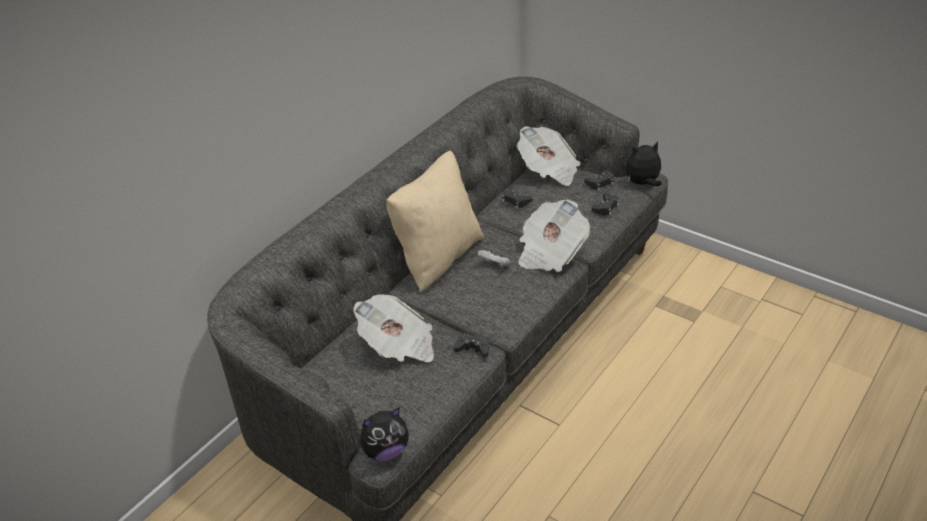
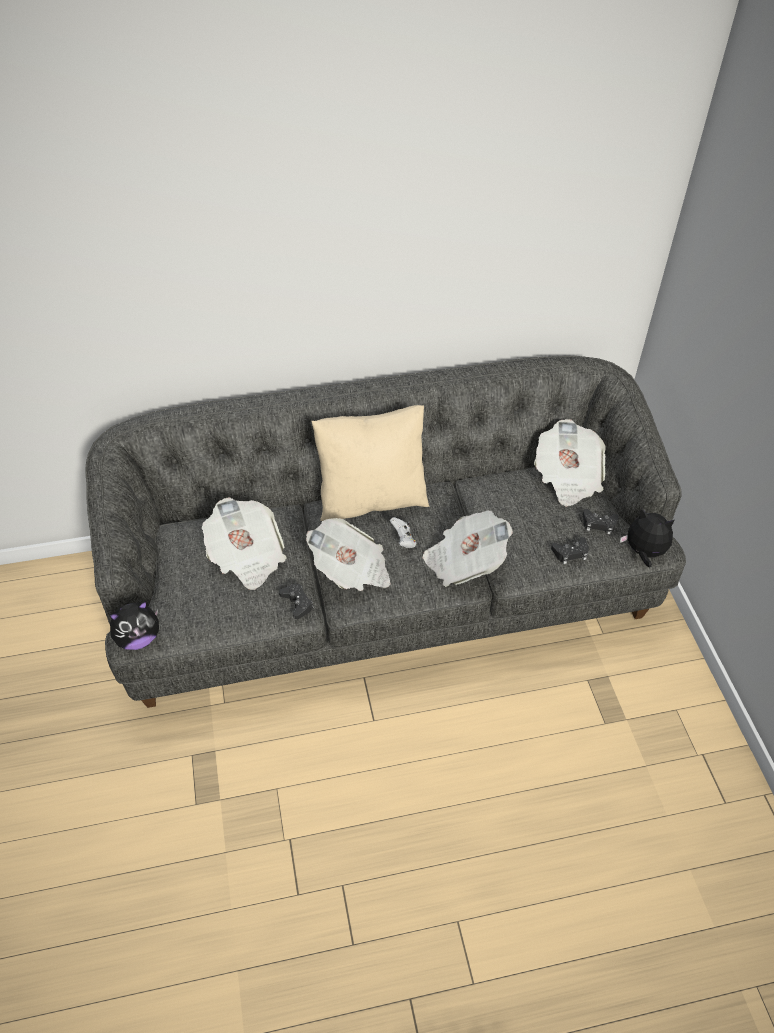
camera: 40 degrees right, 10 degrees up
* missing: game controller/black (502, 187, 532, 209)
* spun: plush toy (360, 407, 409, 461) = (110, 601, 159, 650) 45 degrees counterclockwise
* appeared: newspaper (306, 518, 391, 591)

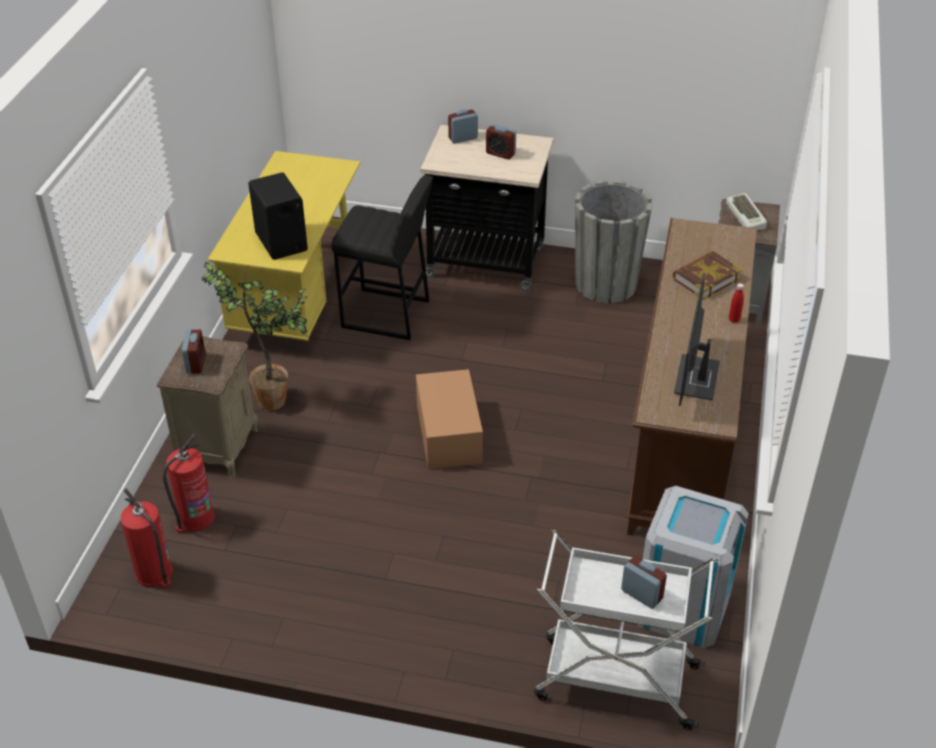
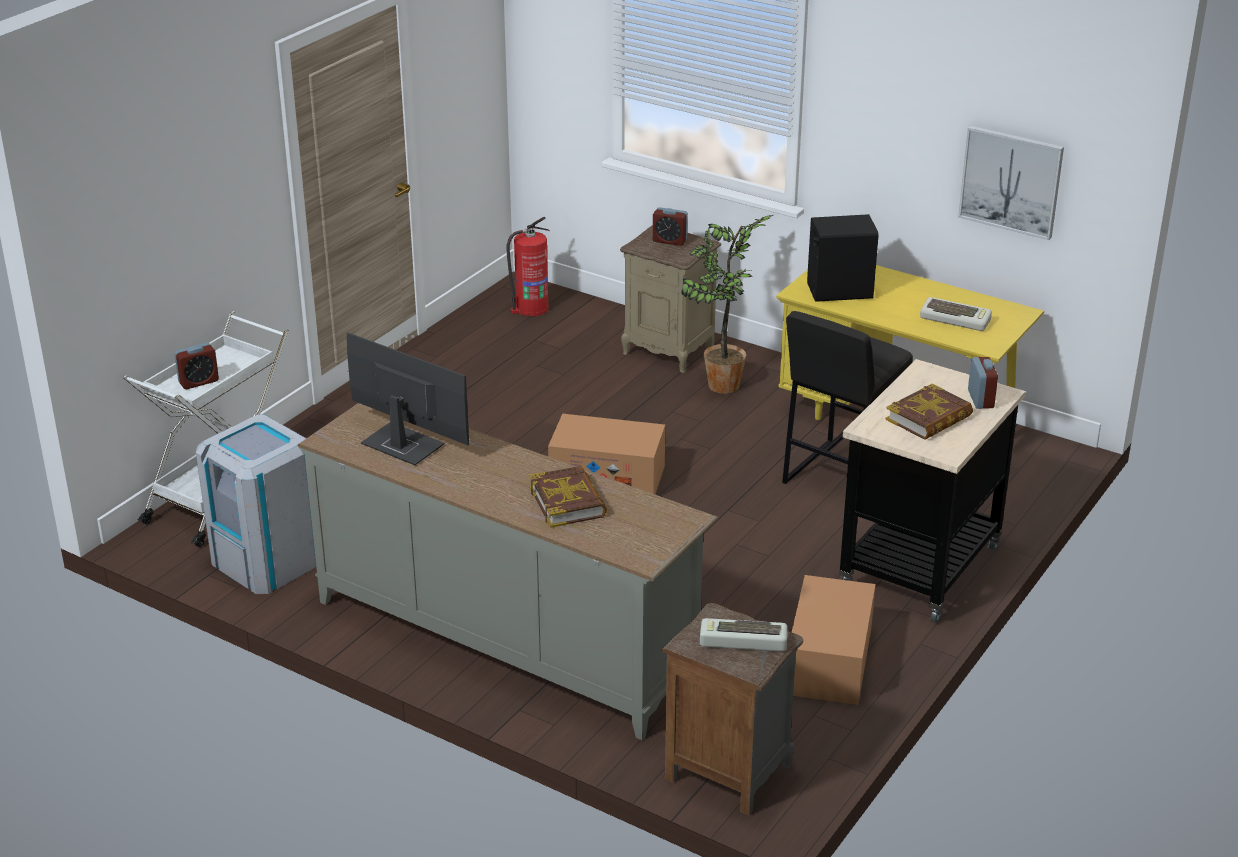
camera: 110 degrees right, 10 degrees down
* exchanged: alarm clock (486, 124, 516, 160) to book (885, 384, 973, 440)
* exchanged: planter/grey (575, 180, 653, 303) to cardboard box (792, 575, 875, 705)
* colour: cabinet/brown (626, 218, 757, 536) to cabinet/grey (297, 403, 718, 740)
* missing: bottle/red (729, 283, 744, 323)
* missing: fire extinguisher (163, 434, 215, 533)
* appeared: picture (958, 126, 1064, 240)
* appeared: keyboard (920, 297, 992, 331)

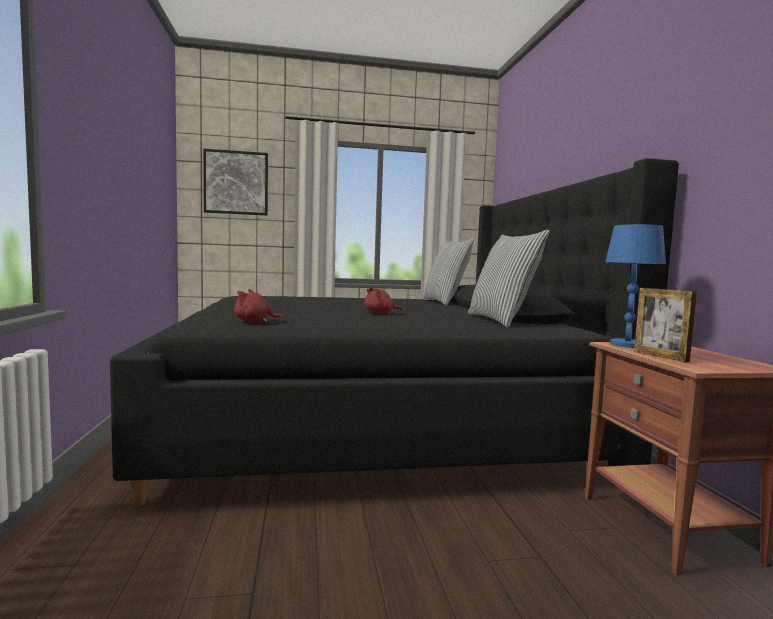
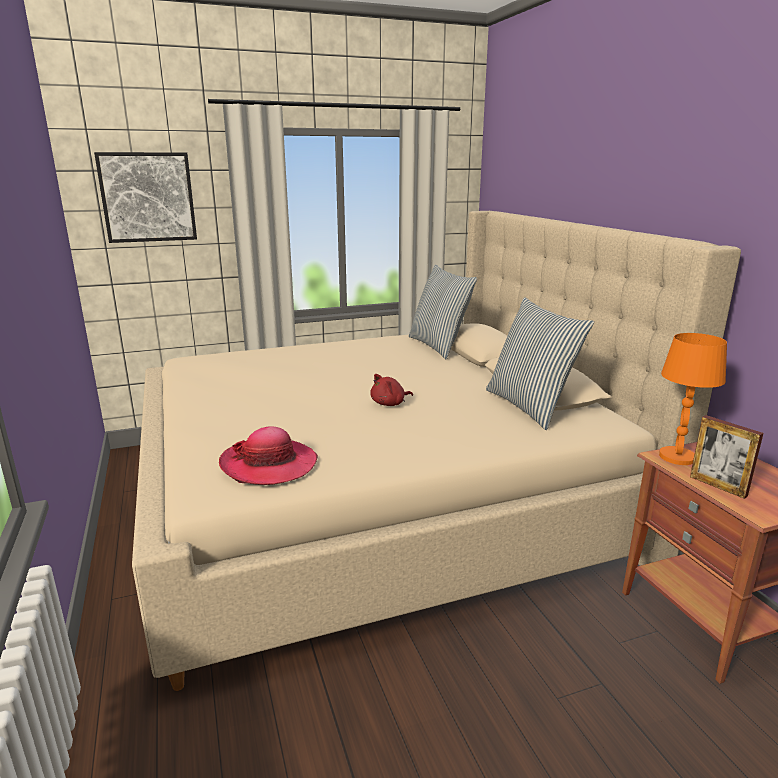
camera: 10 degrees left, 15 degrees up
* colour: bed/black (110, 158, 679, 507) to bed/beige (132, 211, 741, 691)
* colour: table lamp/blue (605, 224, 666, 348) to table lamp/orange (659, 333, 727, 465)
* exchanged: plush toy/red (234, 289, 284, 323) to hat (219, 426, 318, 485)

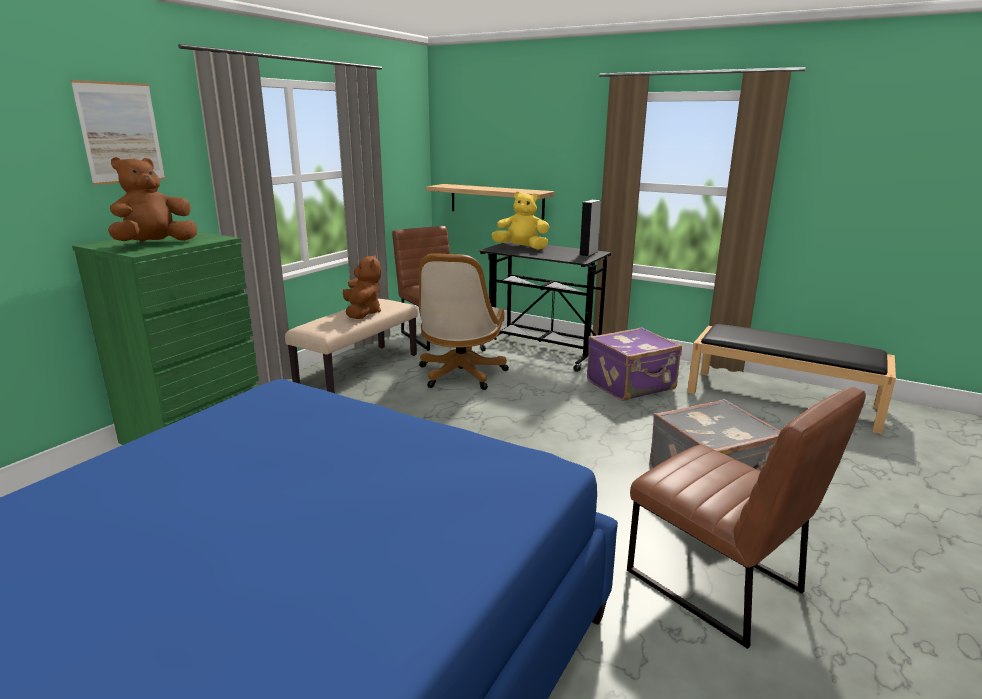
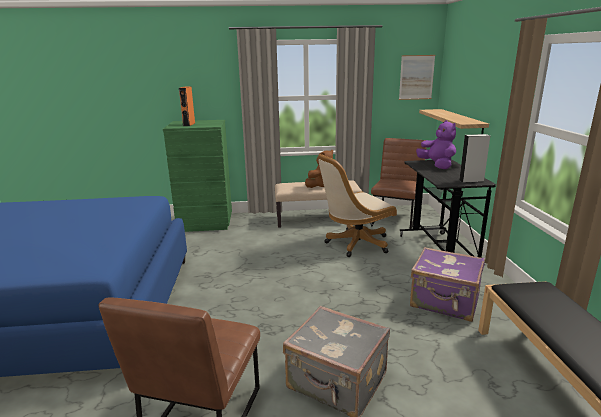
camera: 55 degrees right, 0 degrees up
* relocated: picture (71, 80, 165, 185) to (399, 55, 435, 100)
* exchanged: plush toy/brown (108, 157, 197, 242) to speaker/orange (179, 87, 195, 126)
* colour: plush toy/yellow (492, 191, 550, 250) to plush toy/purple (416, 120, 456, 169)

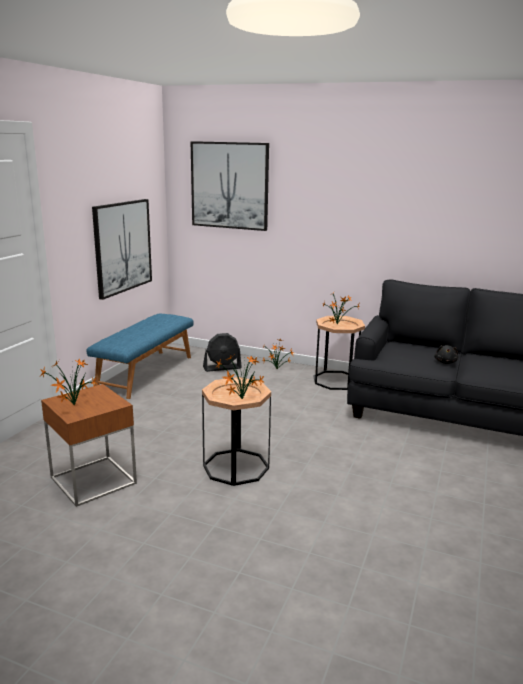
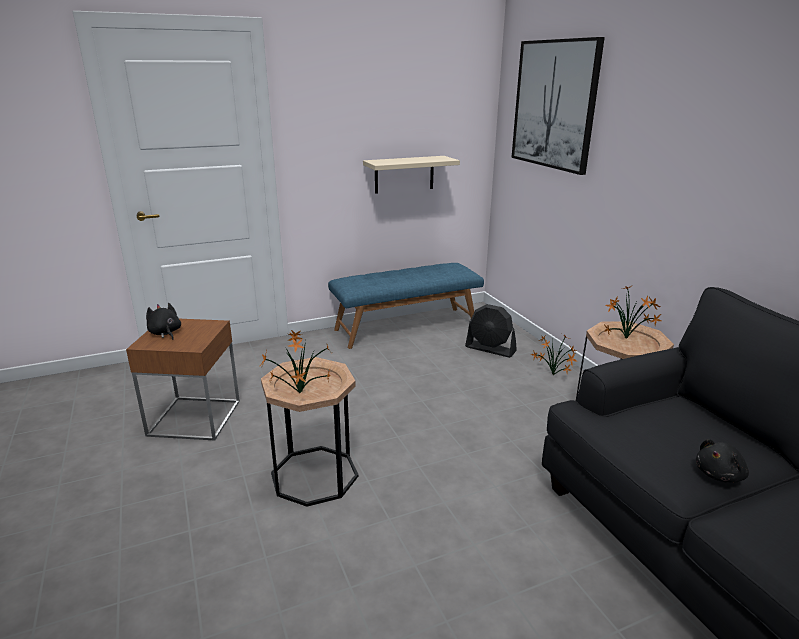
camera: 45 degrees right, 5 degrees up
* exchanged: picture (92, 199, 152, 300) to shelf/beige (363, 156, 460, 194)
* exchanged: potted plant (40, 358, 97, 405) to plush toy/black (146, 303, 181, 340)

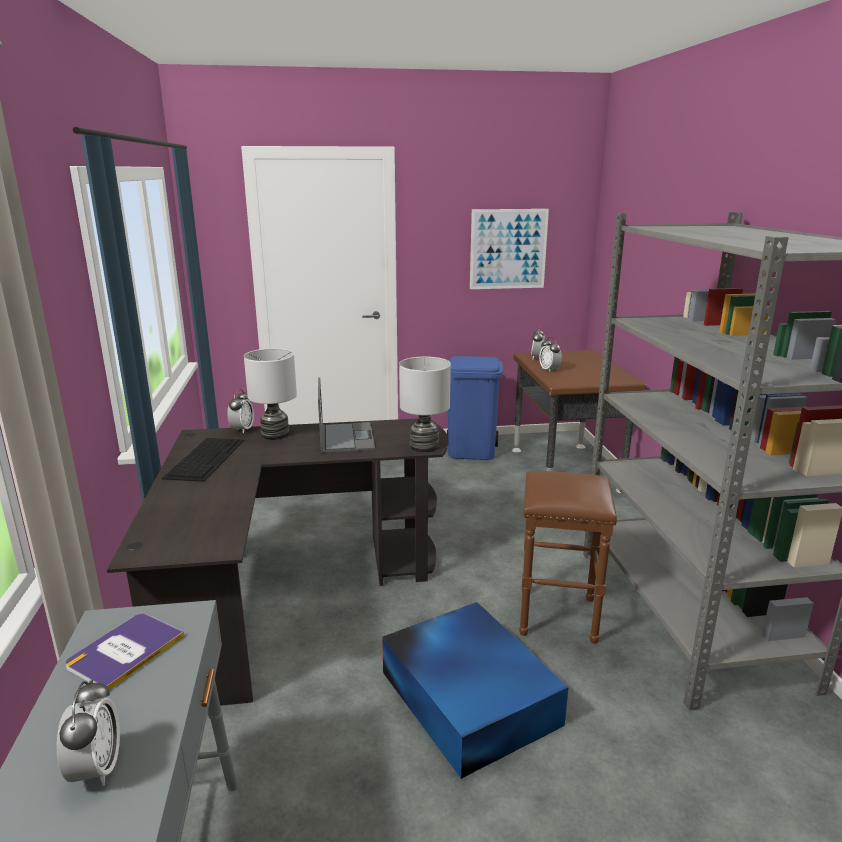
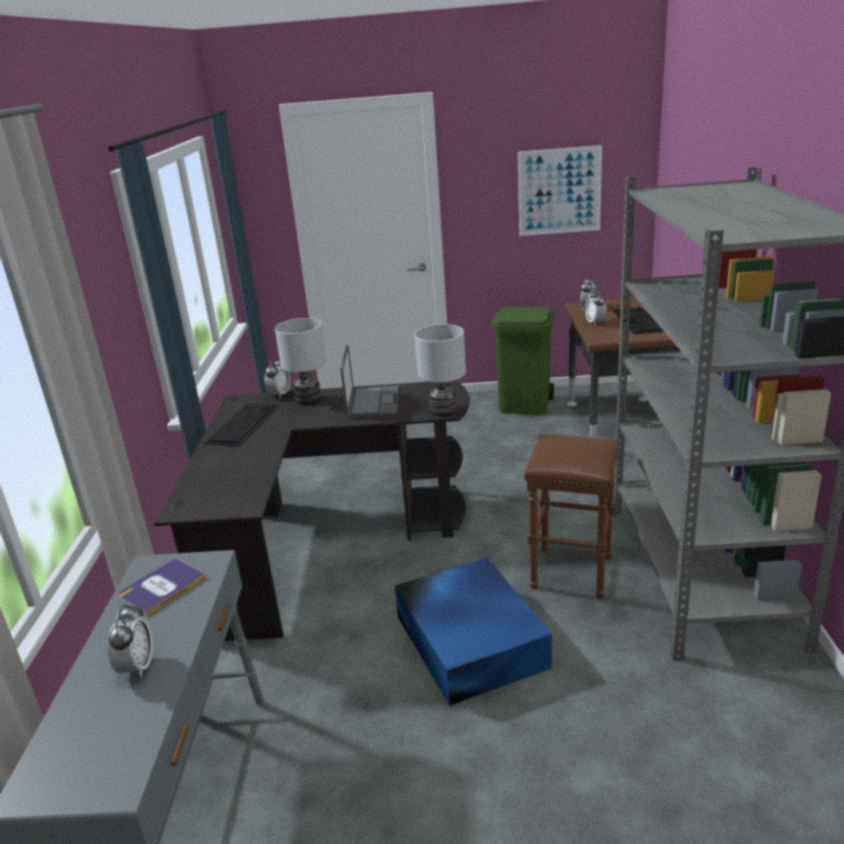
camera: 10 degrees right, 5 degrees up
* colour: trash can/blue (447, 356, 503, 460) to trash can/green (491, 307, 554, 415)
* appeared: keyboard (613, 307, 664, 335)

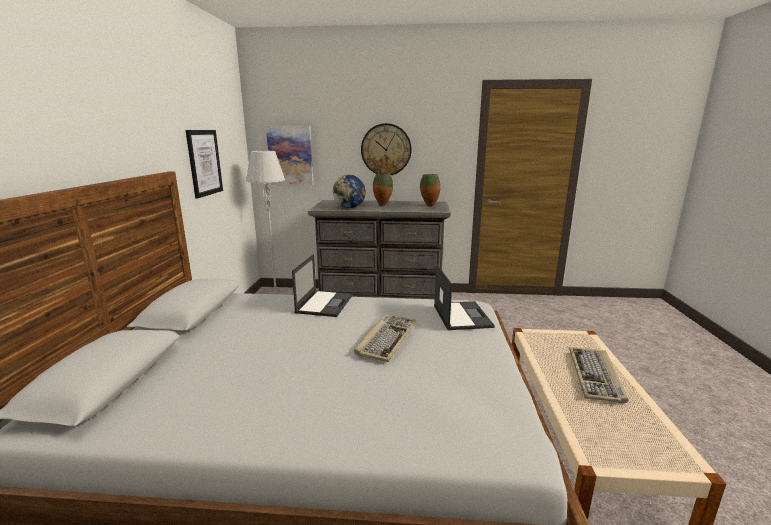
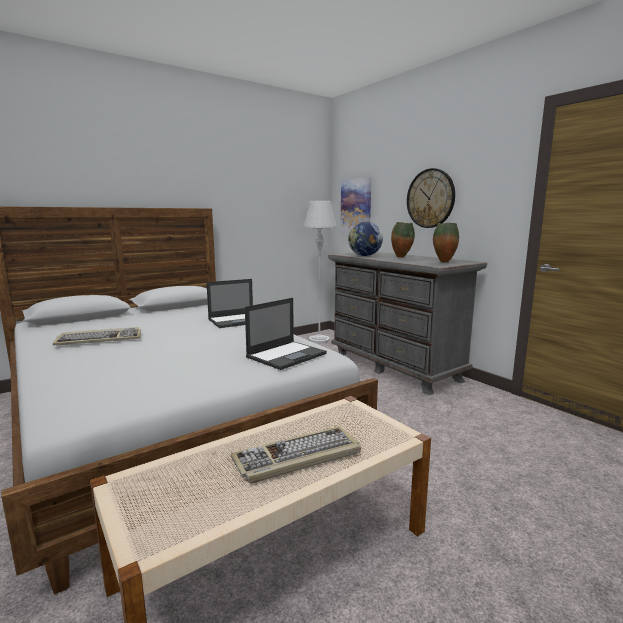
camera: 50 degrees right, 5 degrees down
* missing: picture (186, 130, 223, 199)
* relocated: keyboard (354, 314, 416, 362) to (53, 327, 141, 345)

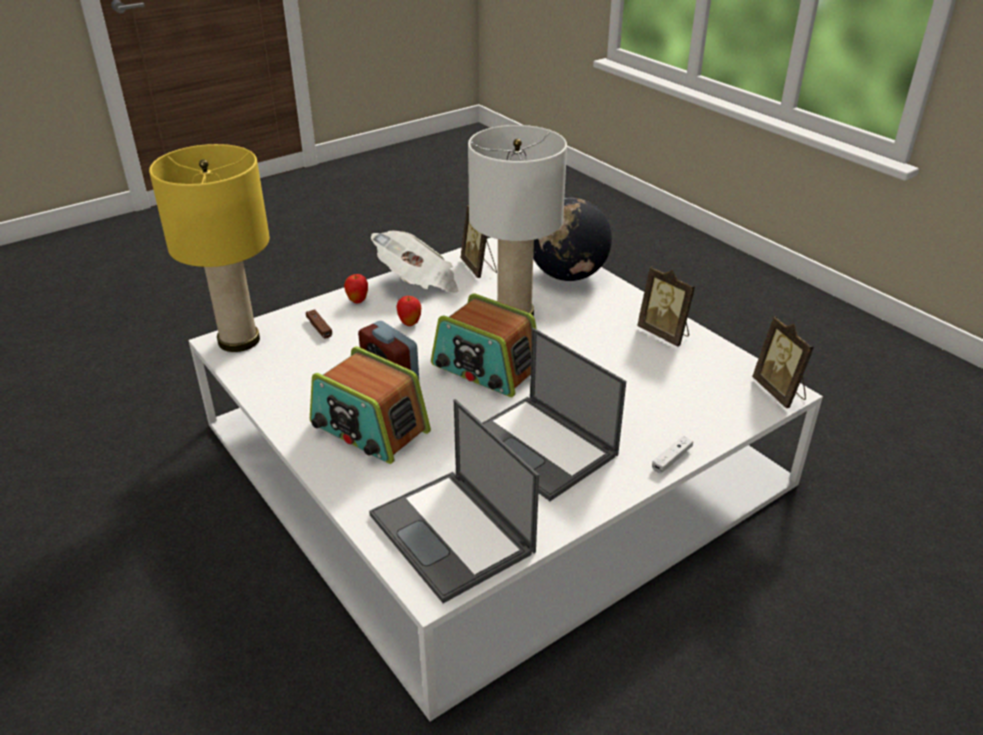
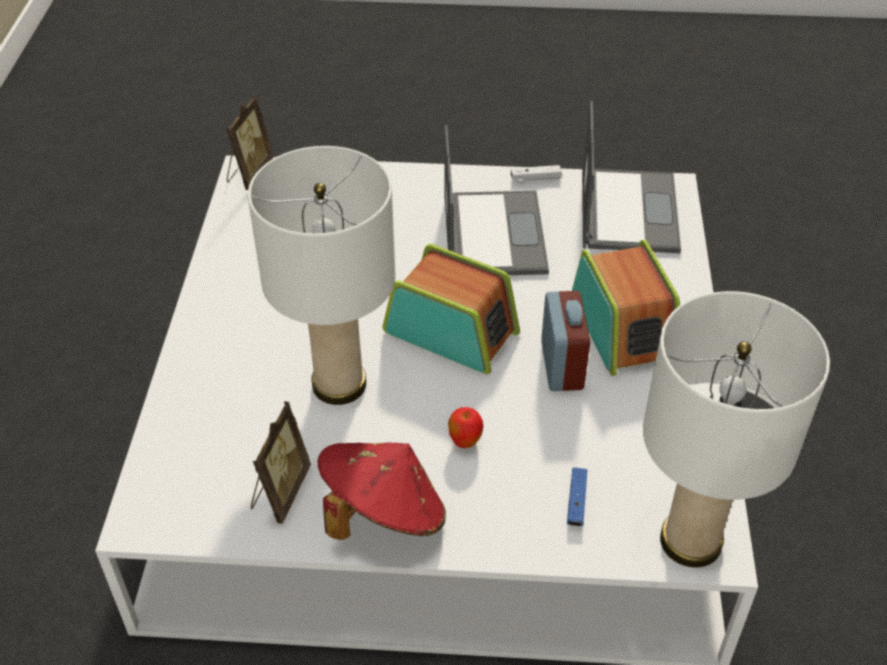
camera: 140 degrees left, 10 degrees up
* colour: table lamp/yellow (149, 144, 270, 352) to table lamp/white (643, 291, 830, 568)
* missing: globe (533, 198, 612, 281)
* exchanged: newspaper (371, 231, 458, 292) to hat/red (317, 443, 446, 540)
* missing: picture frame (637, 267, 695, 346)
* missing: apple (344, 274, 368, 303)
* spun: radio (431, 293, 537, 397) = (382, 244, 520, 374) 45 degrees counterclockwise
* colour: game controller/brown (306, 309, 332, 339) to game controller/blue (567, 468, 587, 527)
* relocated: game controller/white (652, 436, 693, 473) to (511, 165, 562, 181)

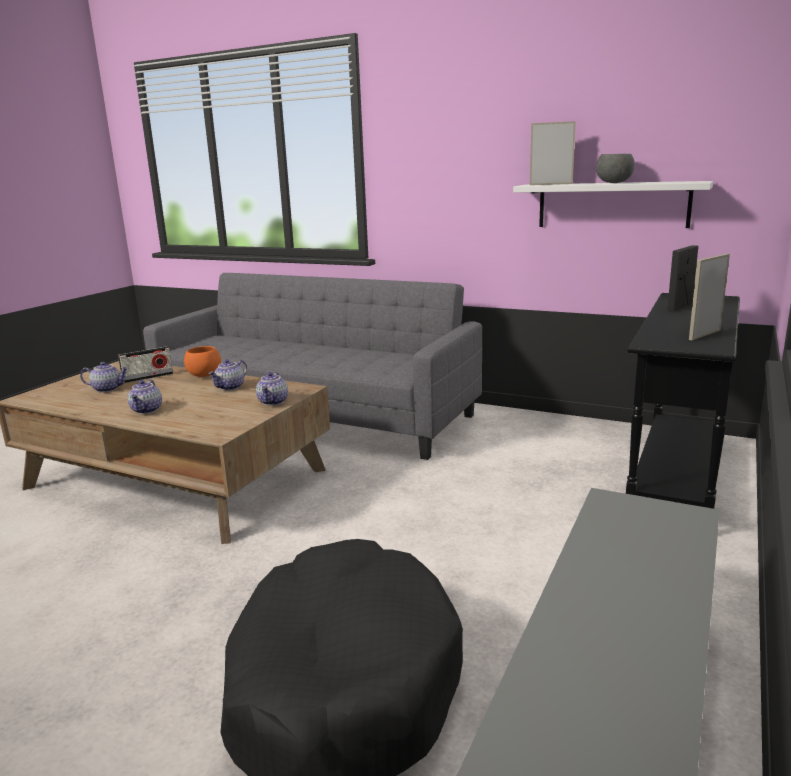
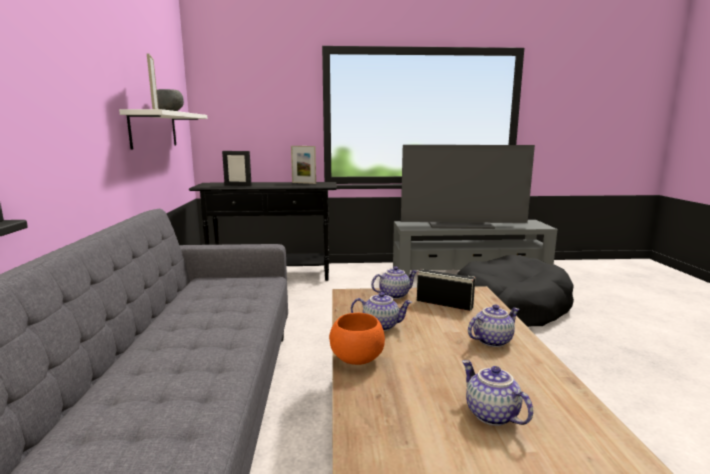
camera: 120 degrees left, 5 degrees down
* relocated: radio (118, 347, 173, 383) to (417, 269, 475, 311)
* appeared: television (401, 145, 535, 229)

